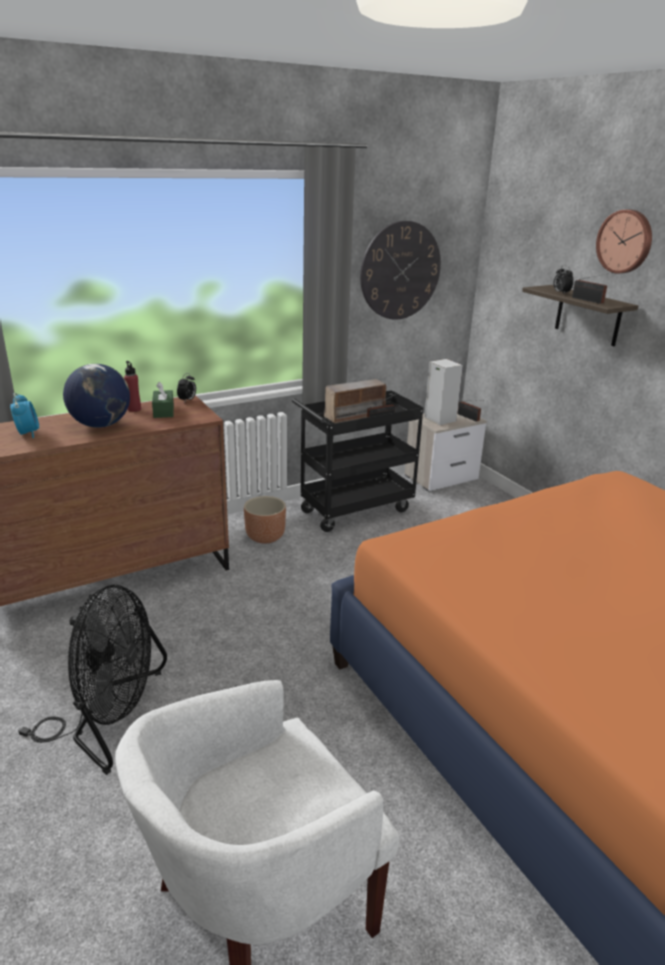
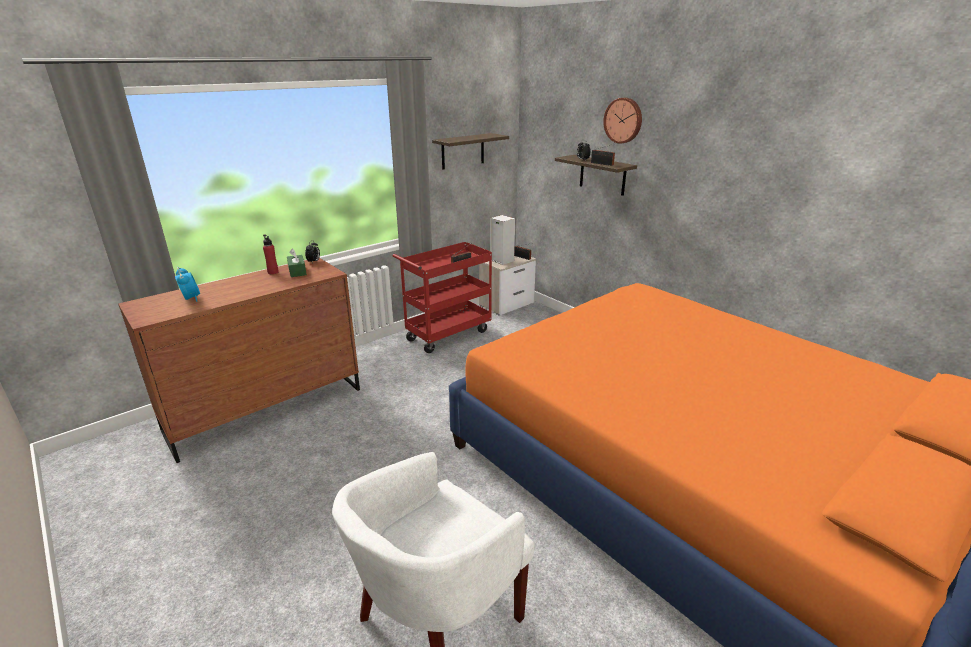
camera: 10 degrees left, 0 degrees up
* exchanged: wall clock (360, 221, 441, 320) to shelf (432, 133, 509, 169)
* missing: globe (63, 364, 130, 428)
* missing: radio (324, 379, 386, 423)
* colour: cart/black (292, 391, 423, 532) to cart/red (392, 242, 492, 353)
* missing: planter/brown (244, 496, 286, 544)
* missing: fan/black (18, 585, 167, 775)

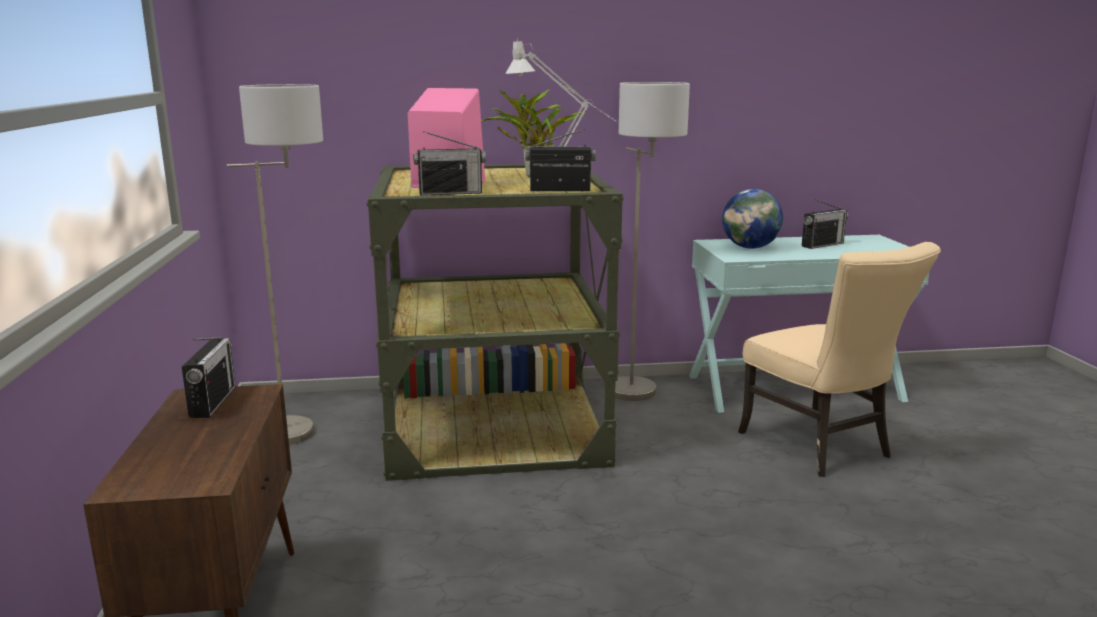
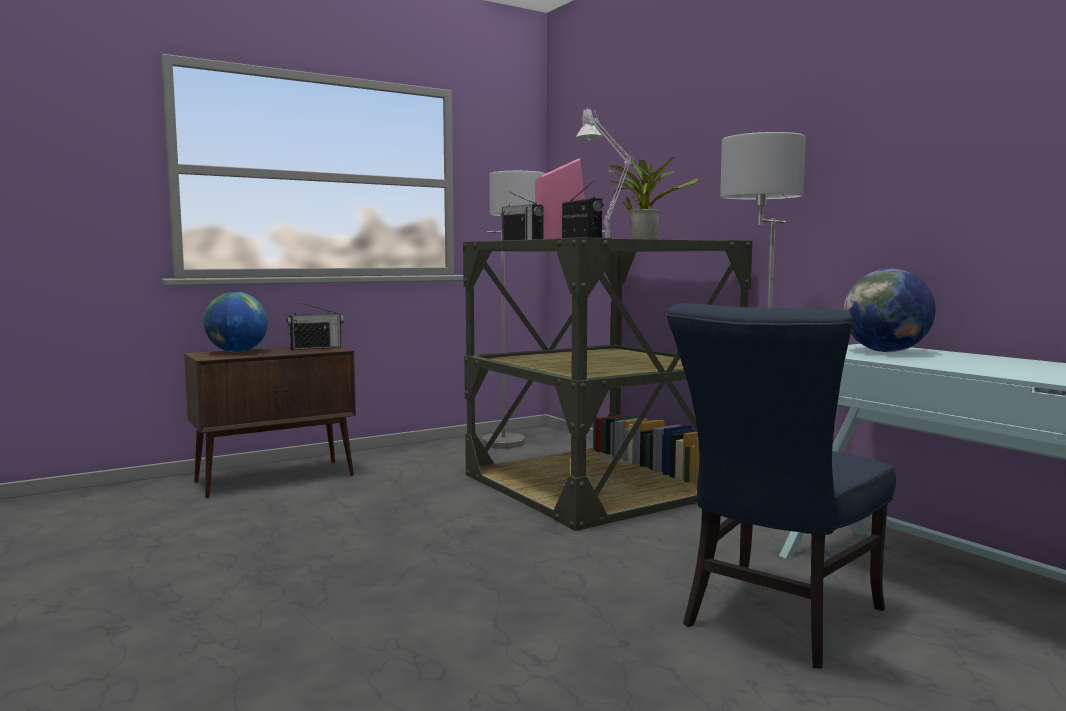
camera: 65 degrees right, 10 degrees down
* missing: radio (802, 199, 848, 249)
* colour: chair/beige (738, 242, 941, 477) to chair/blue (666, 303, 896, 669)
* appeared: globe (204, 292, 268, 352)

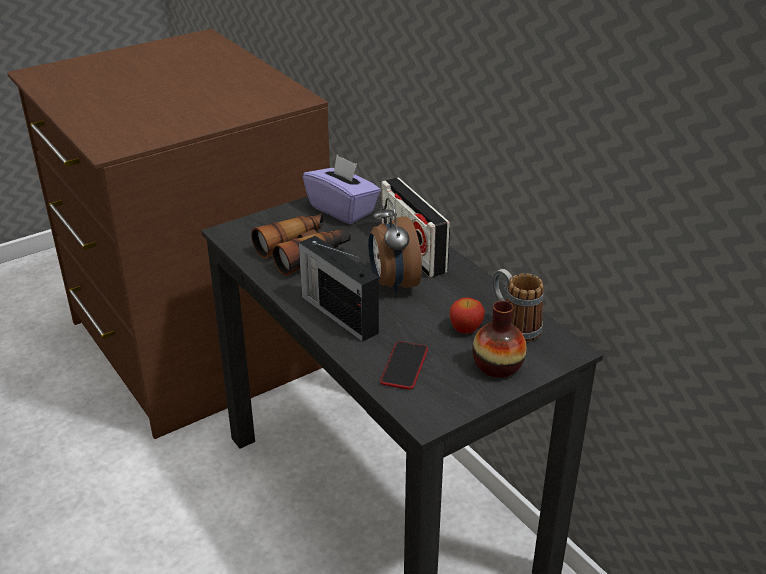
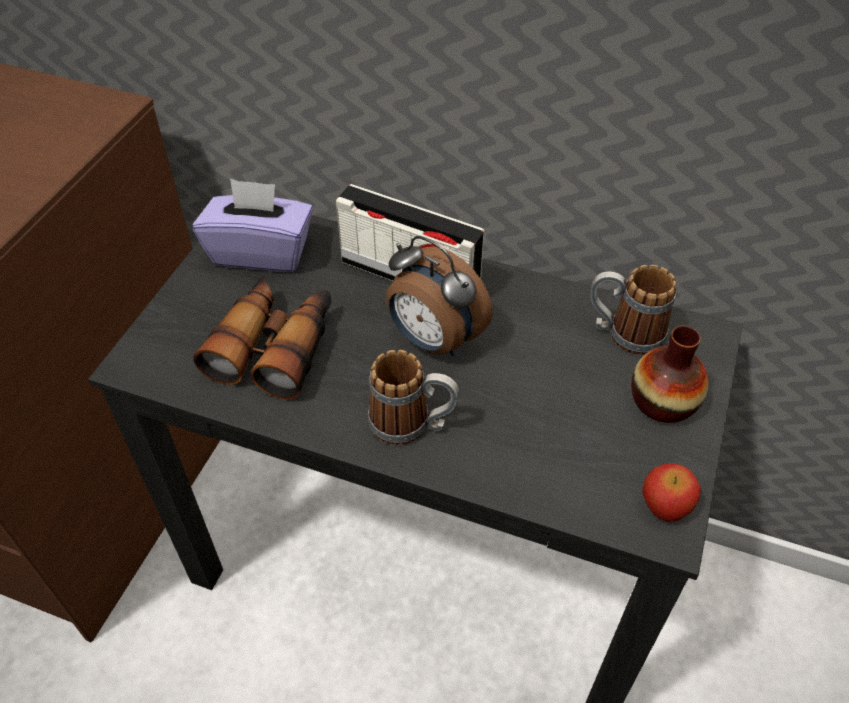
camera: 35 degrees left, 15 degrees up
* exchanged: radio (299, 236, 379, 342) to mug (368, 350, 459, 445)
* relocated: apple (450, 297, 485, 334) to (642, 463, 701, 522)
* missing: phone (380, 341, 428, 390)

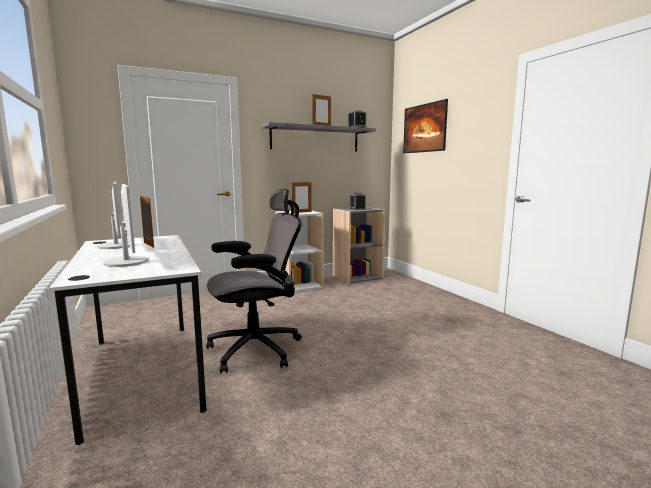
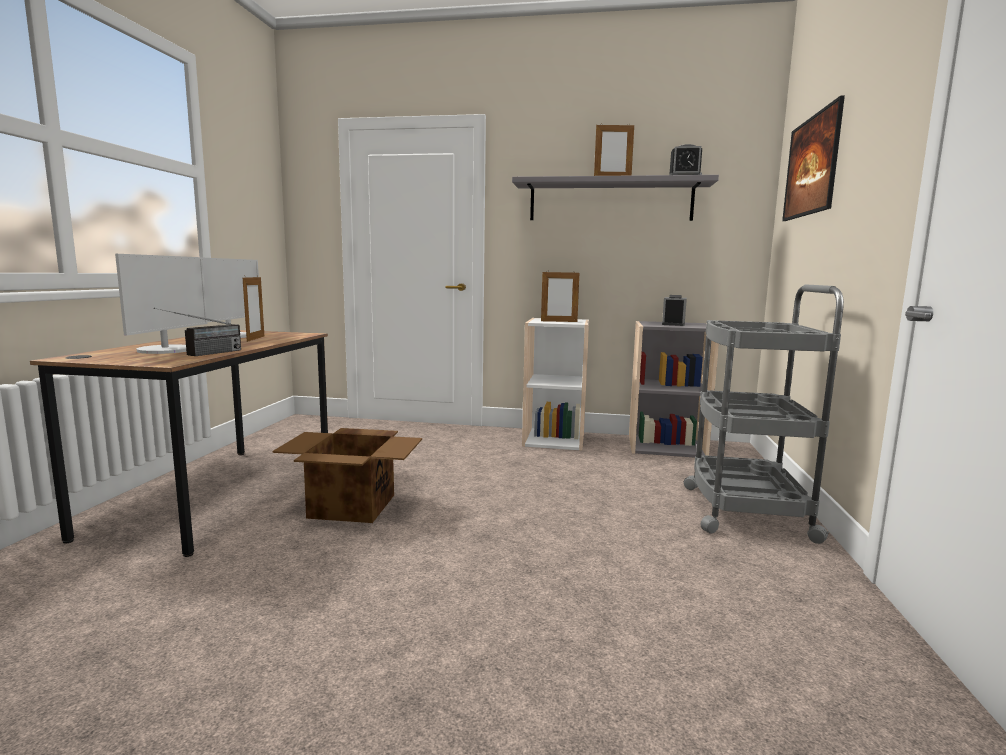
camera: 35 degrees right, 0 degrees up
* exchanged: office chair (206, 189, 302, 373) to cardboard box (272, 428, 422, 523)
* colour: desk/white (49, 235, 207, 445) to desk/brown (30, 330, 328, 557)
* appeared: cart/grey (684, 284, 844, 544)
* appeared: radio (154, 308, 241, 356)

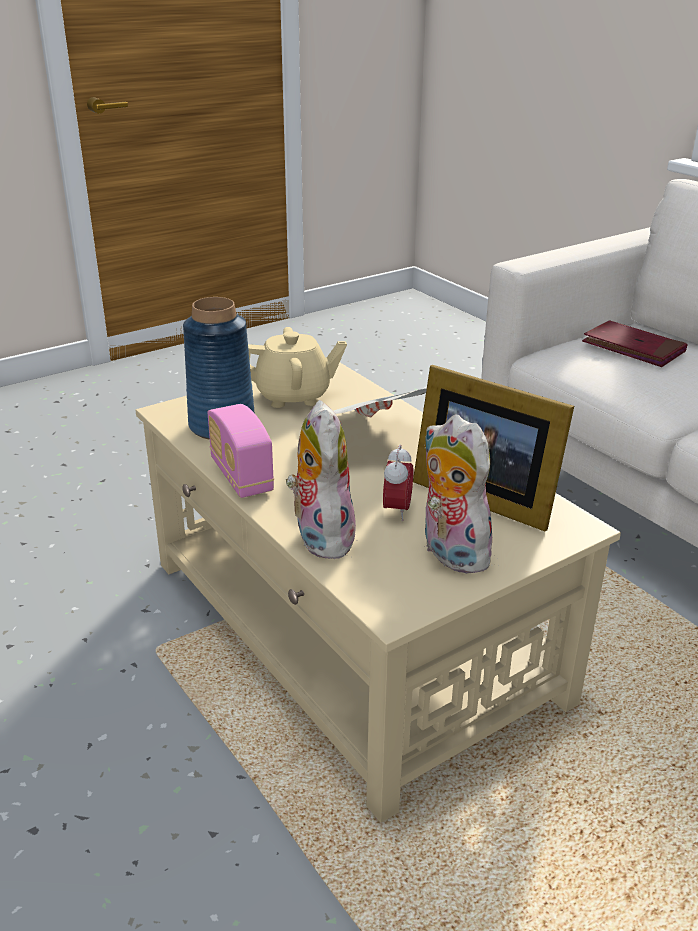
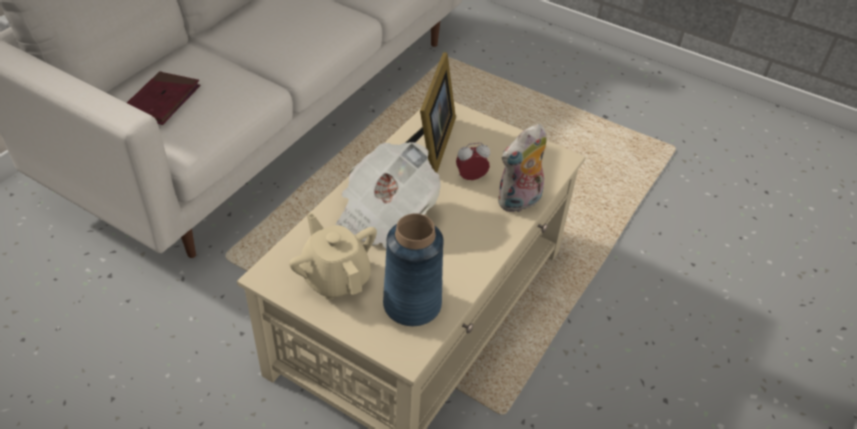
camera: 115 degrees left, 15 degrees up
* missing: radio (208, 404, 274, 498)
* missing: plush toy (424, 414, 492, 574)

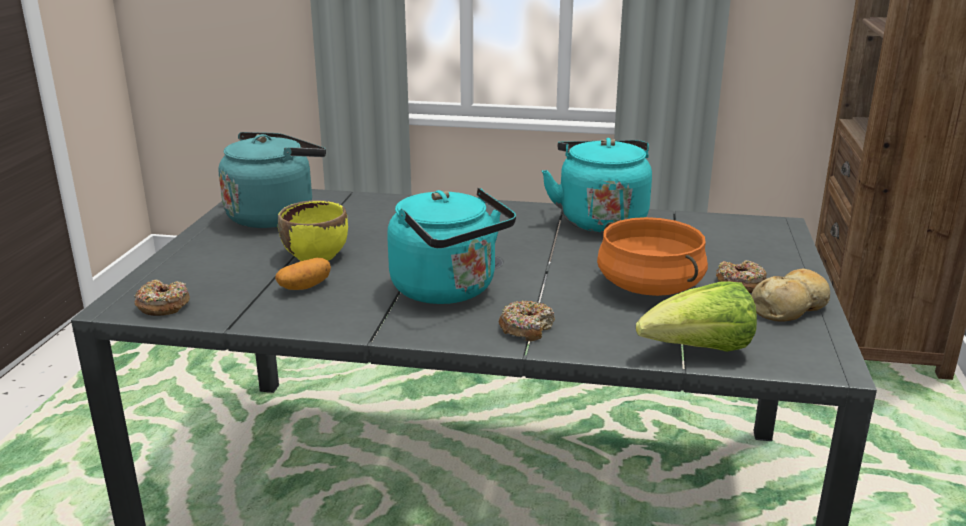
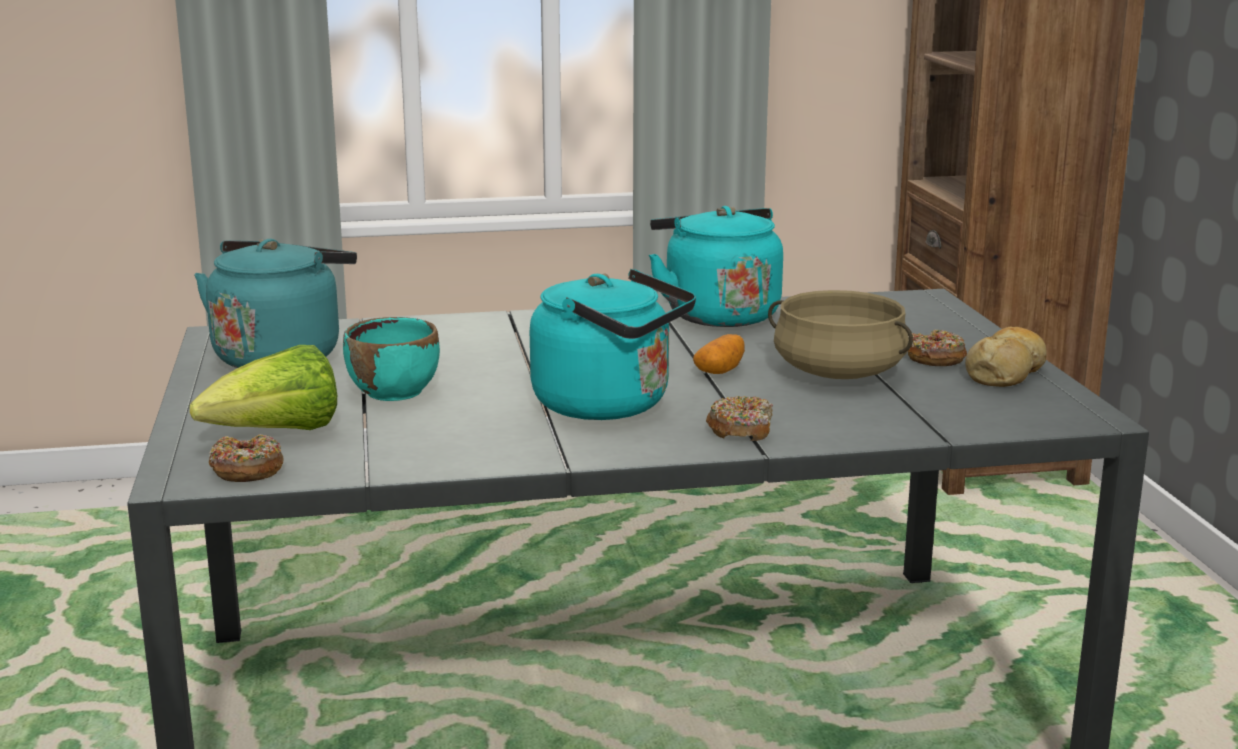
camera: 20 degrees left, 5 degrees down
* colour: bowl/yellow (278, 200, 348, 261) to bowl/turquoise (343, 317, 440, 401)
* colour: cooking pot/orange (597, 217, 708, 296) to cooking pot/beige (768, 290, 913, 379)
* relocated: potato (275, 258, 331, 290) to (693, 334, 745, 374)
* relocated: lettuce (636, 282, 757, 352) to (190, 345, 337, 430)

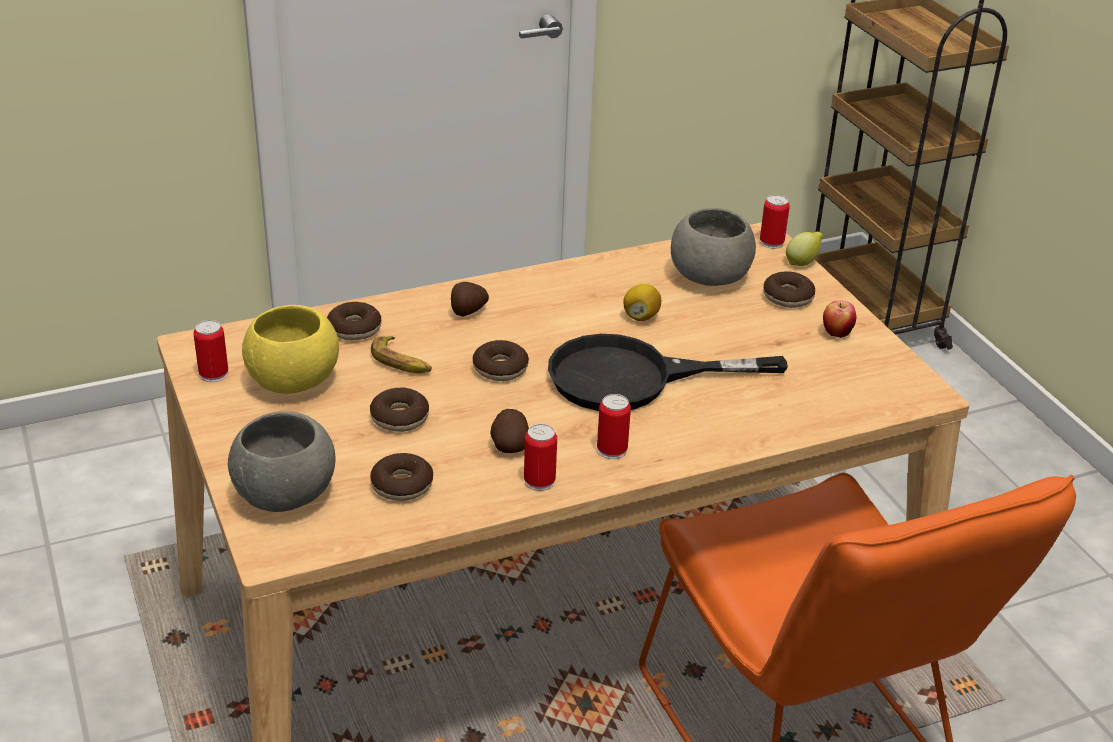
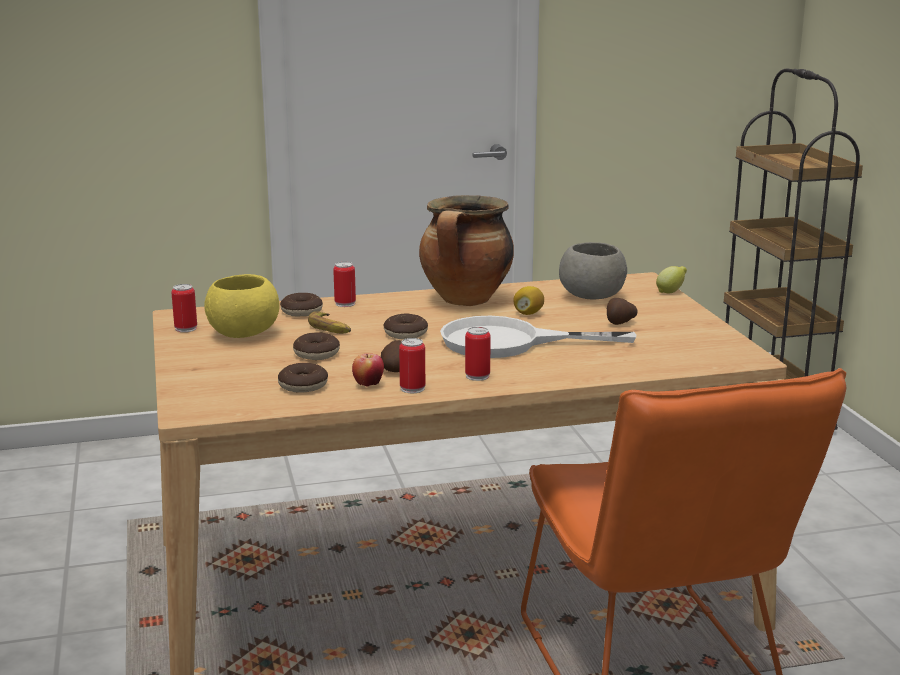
camera: 10 degrees right, 15 degrees down
* relocated: can (760, 195, 790, 249) to (333, 262, 356, 307)
* missing: donut (764, 271, 815, 308)
* relocated: potato (451, 282, 489, 317) to (607, 298, 638, 325)
* relocated: apple (823, 301, 856, 338) to (352, 354, 384, 387)
* colour: frying pan/black (548, 334, 788, 411) to frying pan/white (440, 316, 636, 358)
* missing: bowl/grey (228, 411, 335, 512)
* appeared: cooking pot (419, 195, 514, 306)

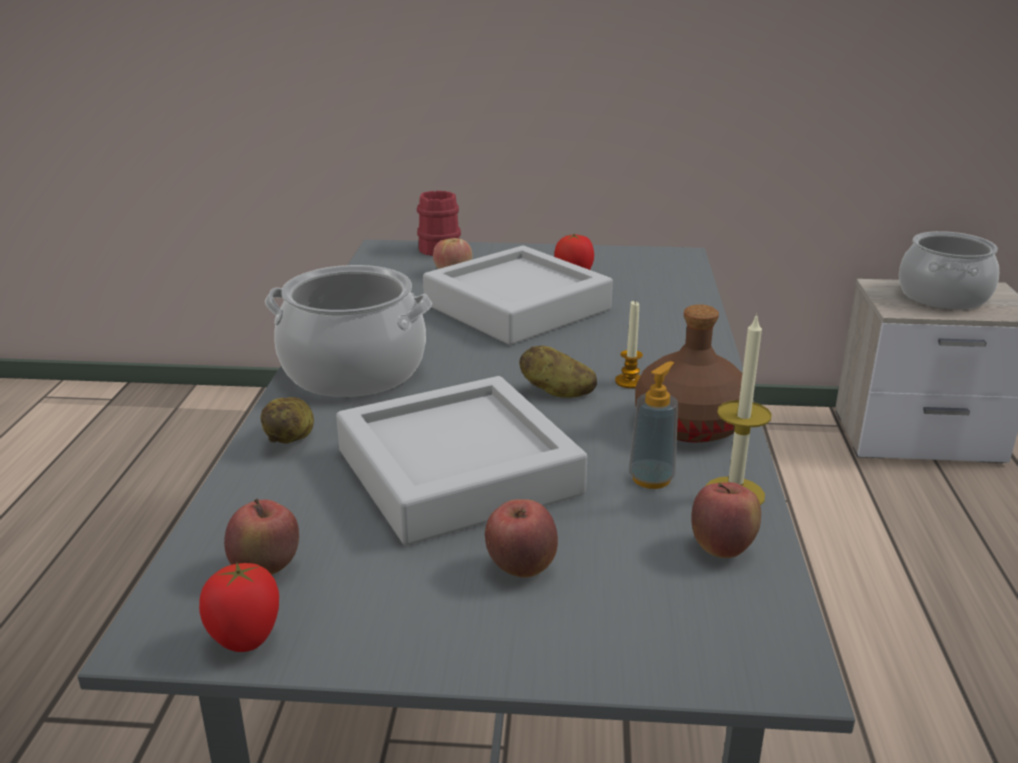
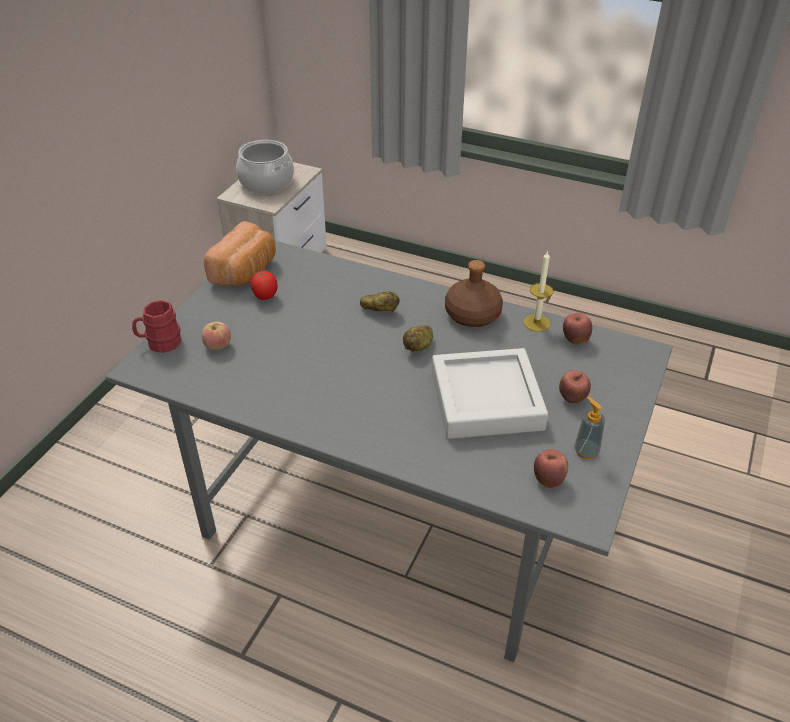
camera: 70 degrees left, 15 degrees up
* missing: tray/grey (423, 246, 613, 345)
* missing: cooking pot (265, 265, 432, 397)
* missing: candle (615, 300, 643, 389)
* relocated: soap dispenser (629, 361, 678, 489) to (574, 397, 605, 459)
* relocated: potato (260, 397, 314, 444) to (360, 291, 400, 312)
* missing: tomato (199, 563, 279, 652)
* appeared: bread (204, 221, 276, 286)

